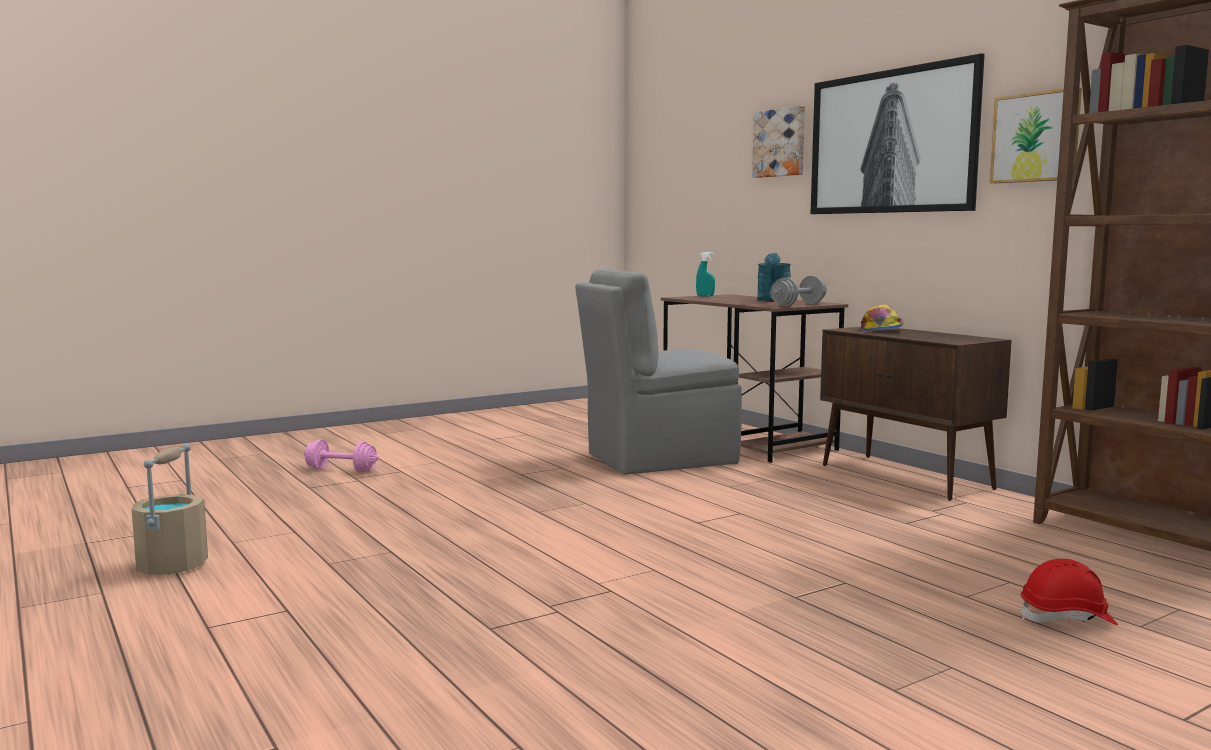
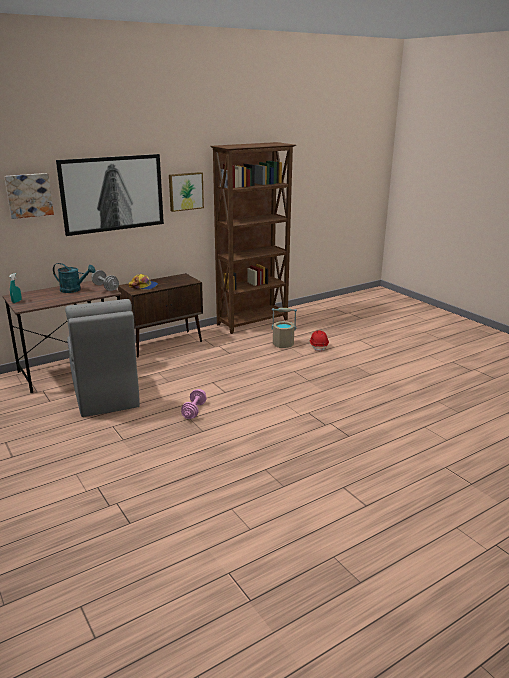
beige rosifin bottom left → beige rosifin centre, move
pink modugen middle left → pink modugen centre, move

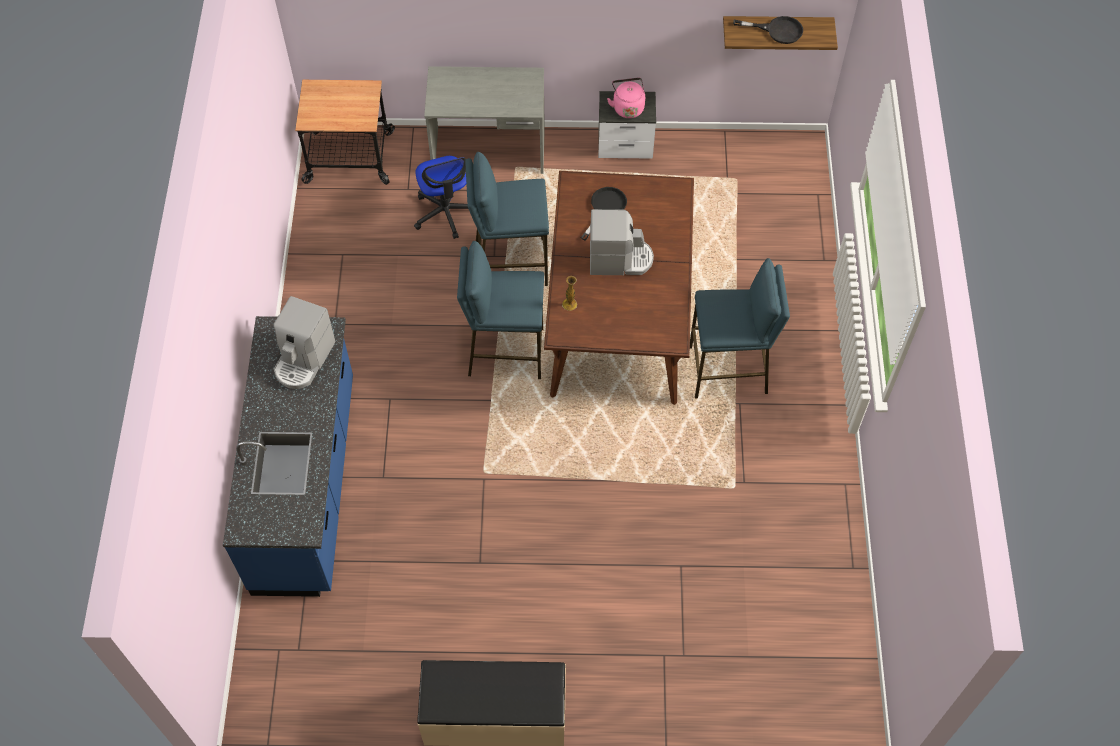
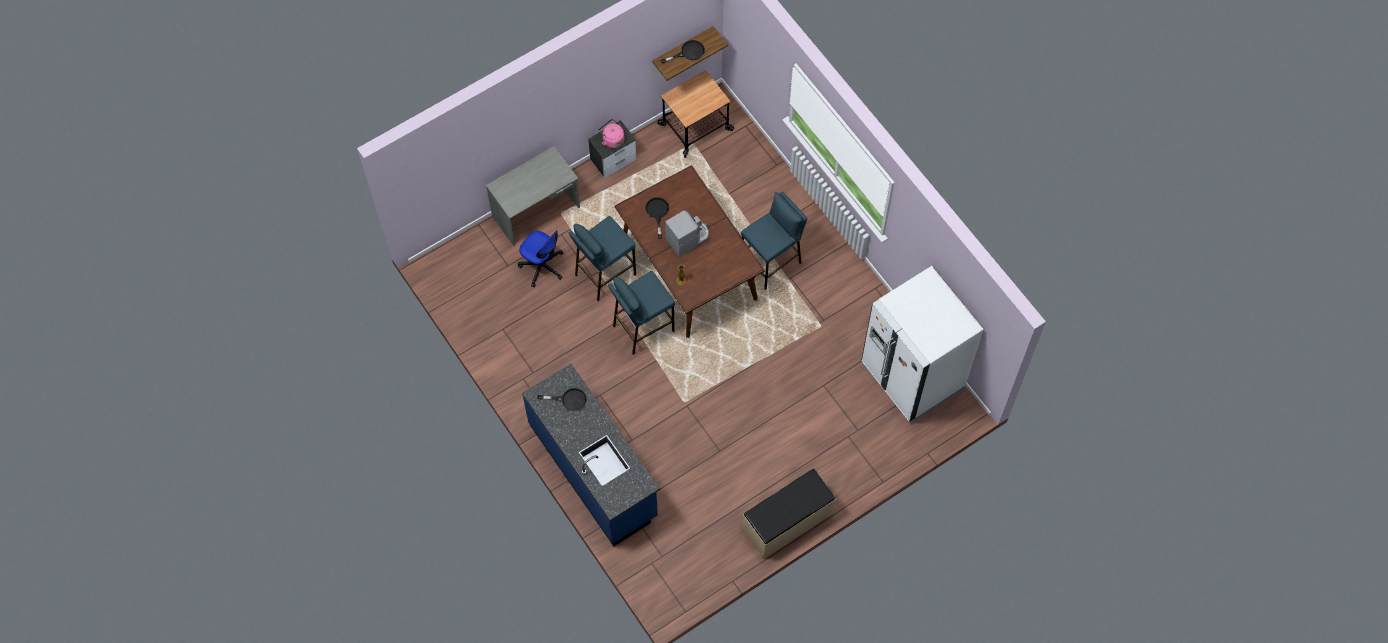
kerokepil (1st from left) middle left → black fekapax (1st from left) centre
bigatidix top left → bigatidix top centre, move
- → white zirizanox centre

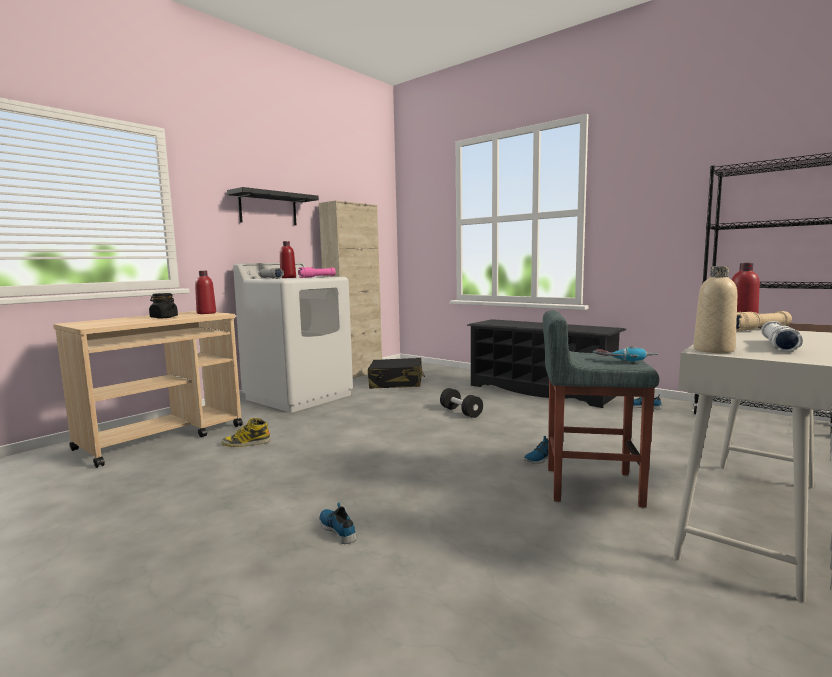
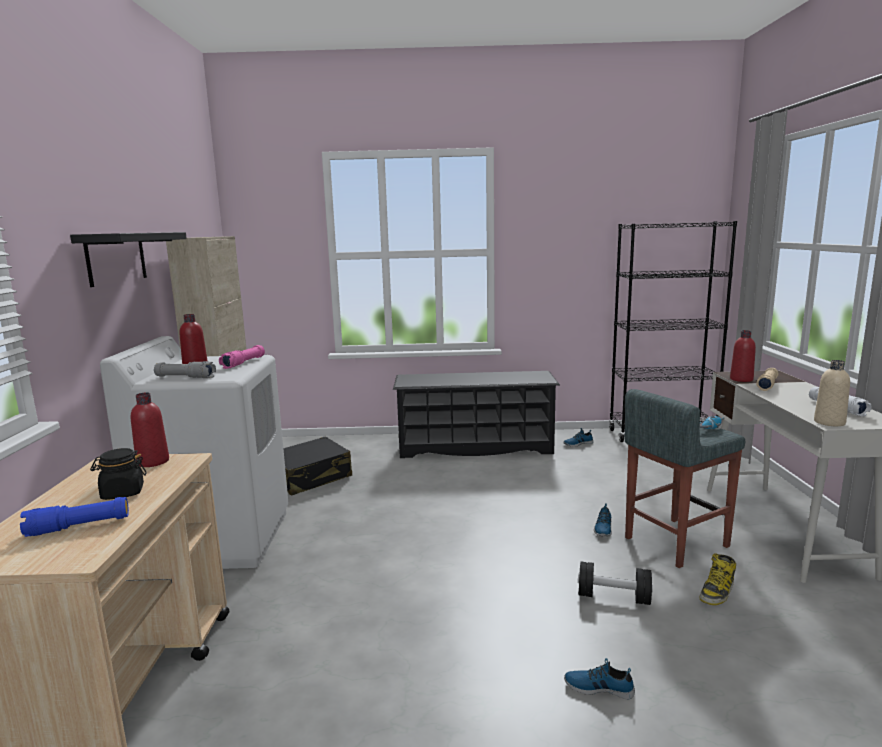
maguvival middle left → maguvival bottom right, move
black modugen centre → black modugen bottom right, move
- → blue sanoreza bottom left

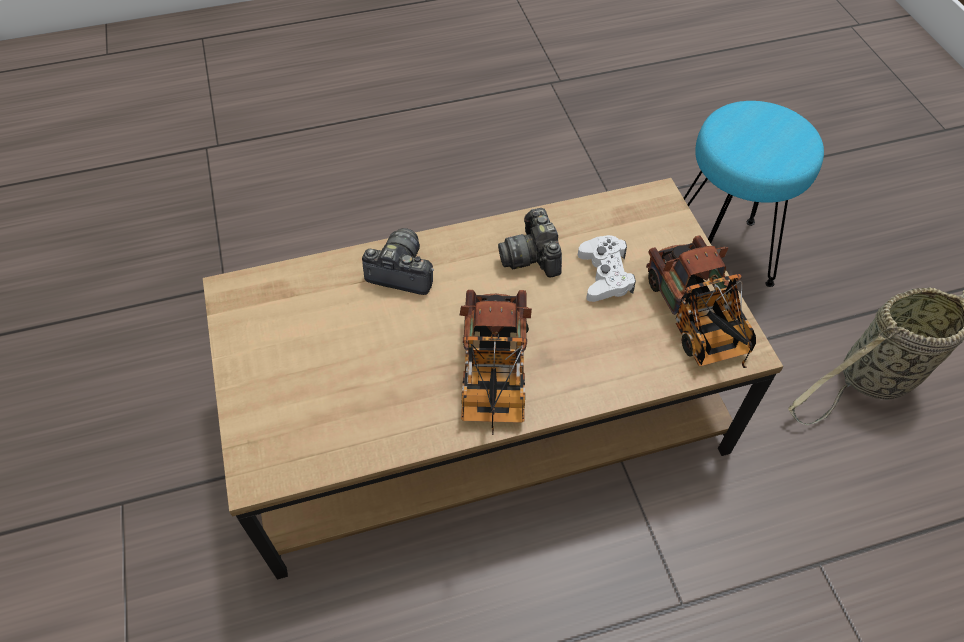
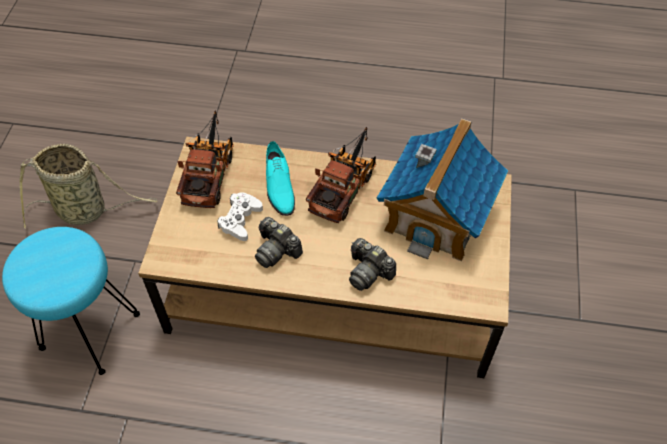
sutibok (2nd from left in the first image) centre → sutibok (1st from left) centre, 120 degrees clockwise
- → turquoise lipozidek centre
- → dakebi centre

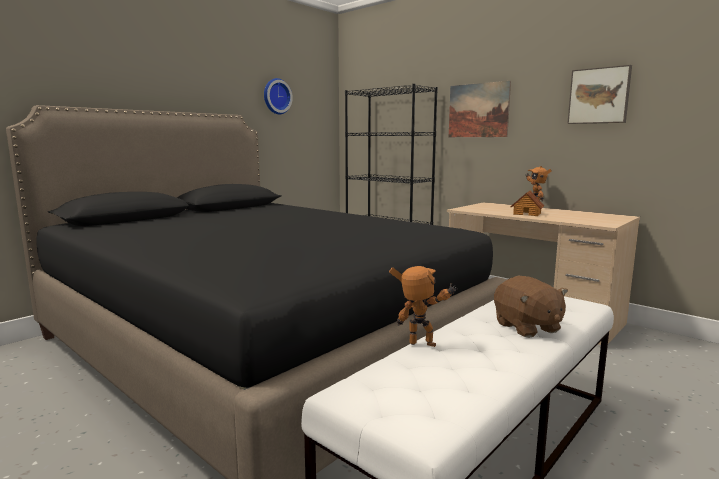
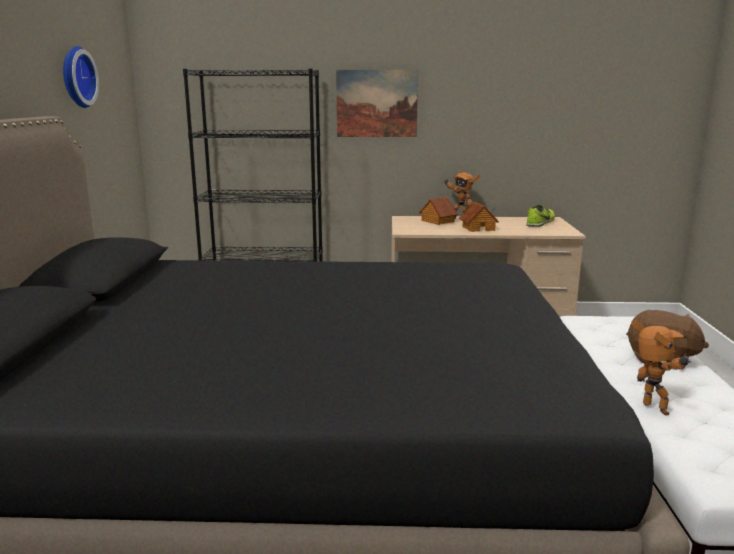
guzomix (1st from left in the first image) centre → guzomix (2nd from left) middle right, 90 degrees clockwise
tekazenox (2nd from left) top right → -
- → dakebi (1st from left) centre
- → lipozidek middle right

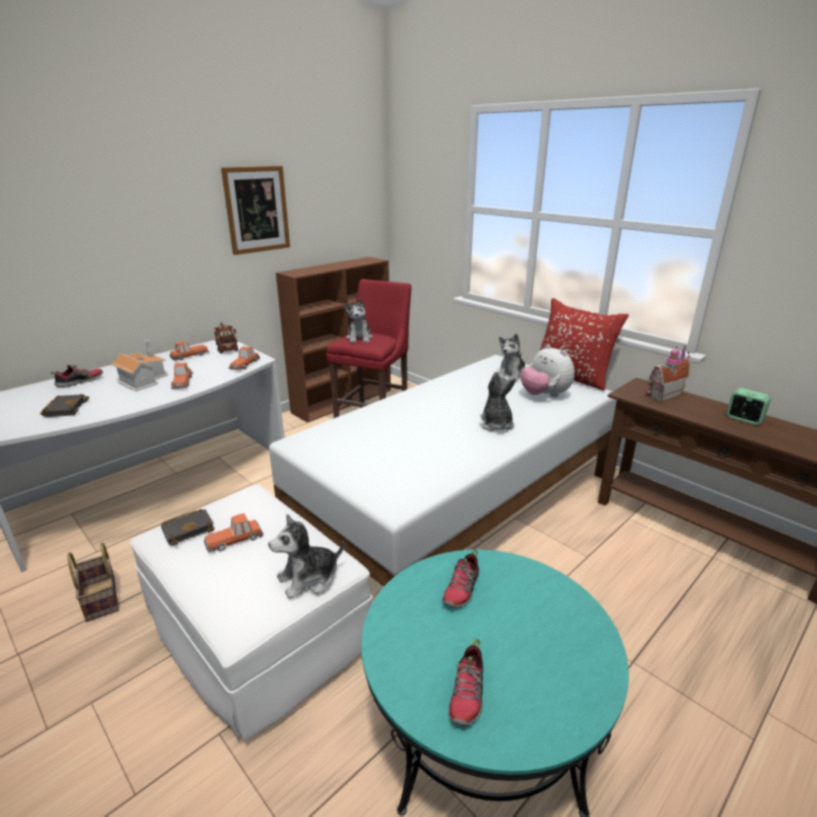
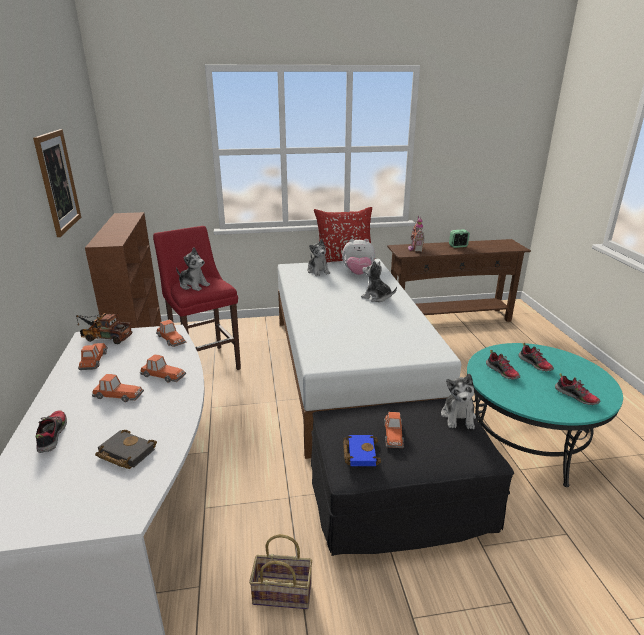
dakebi (1st from left) middle left → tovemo (2nd from left) middle left
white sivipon bottom left → black sivipon bottom centre
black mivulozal (2nd from left) middle left → blue mivulozal bottom centre
- → lipozidek (3rd from left) middle right

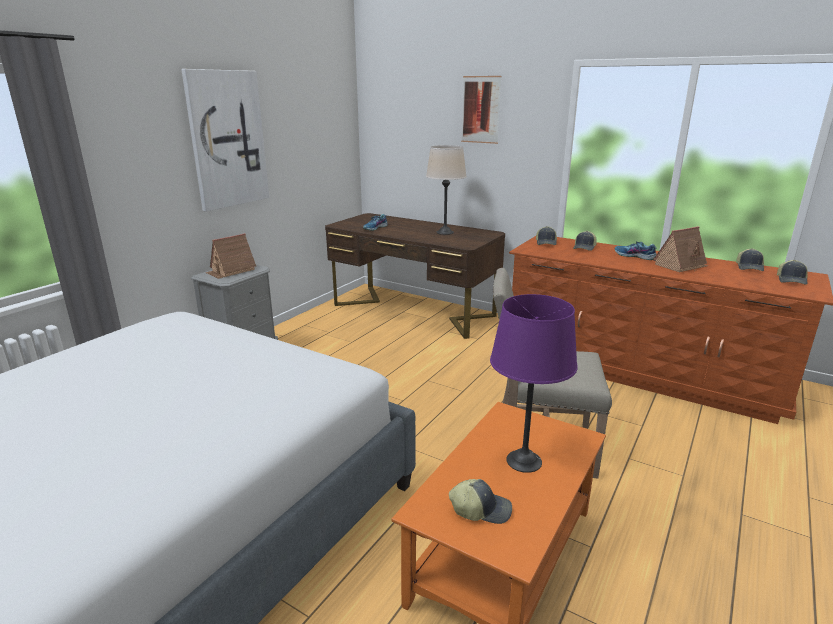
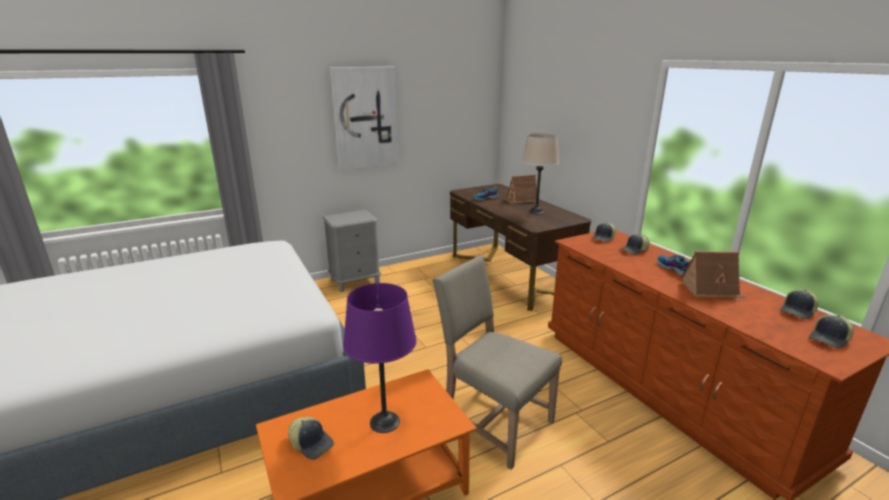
dakebi (1st from left) middle left → dakebi (1st from left) centre, move
tekazenox (2nd from left) top centre → -

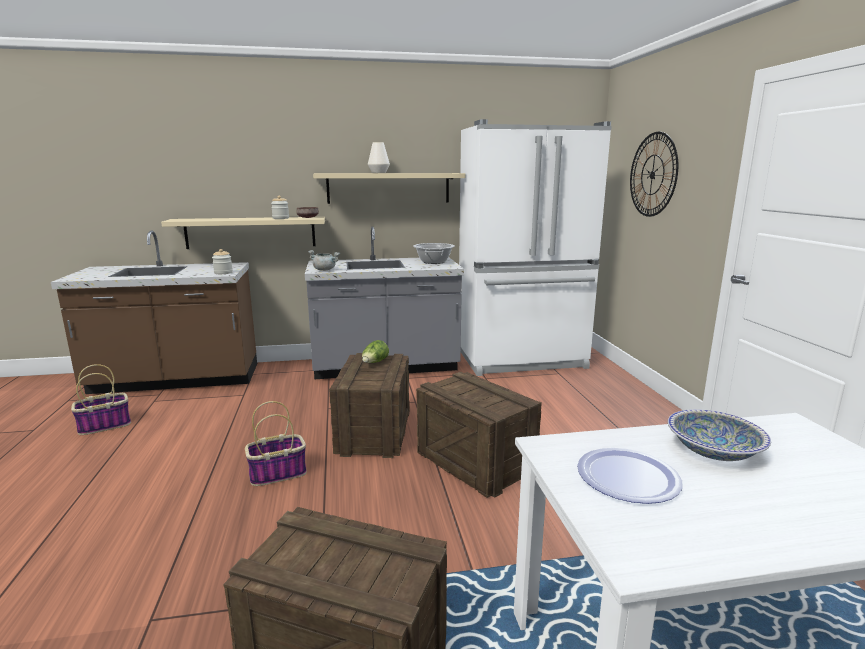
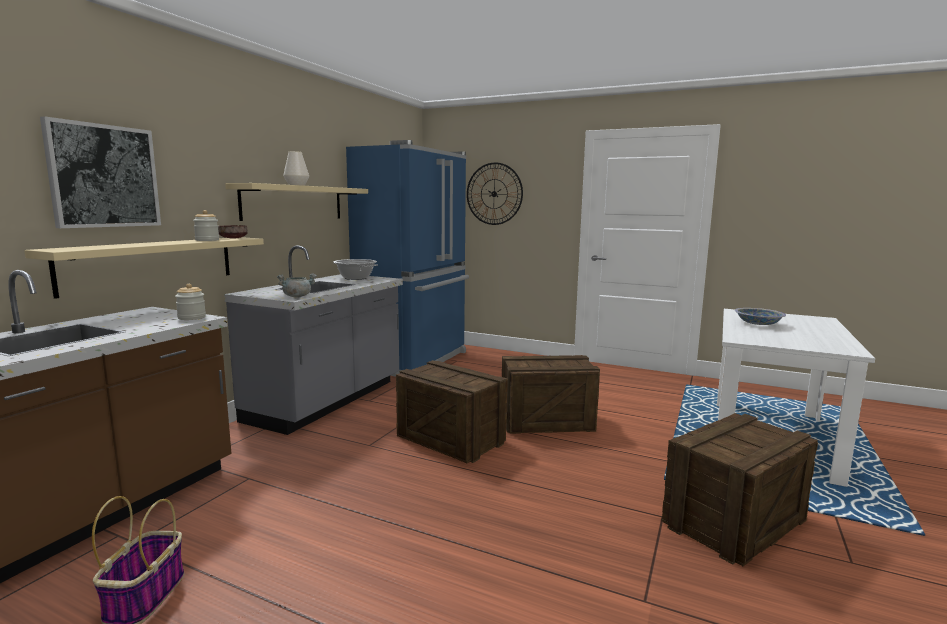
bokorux (2nd from left) bottom left → -
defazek centre → -
white zirizanox centre → blue zirizanox centre
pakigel bottom right → -
- → tekazenox top left

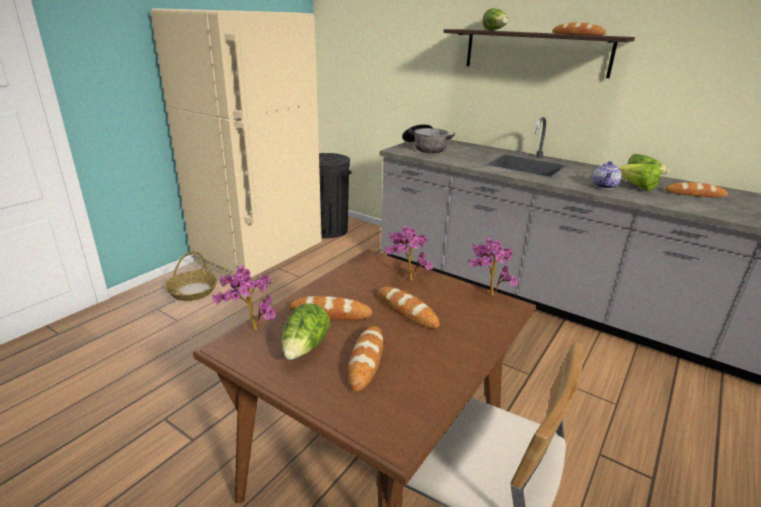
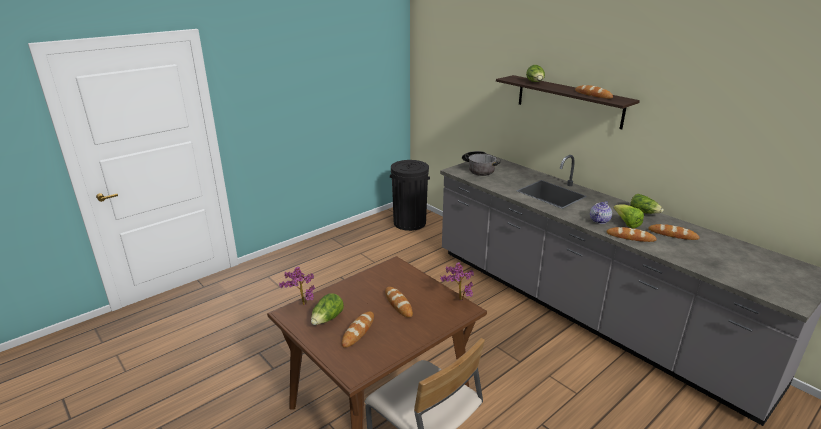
beige zirizanox top left → -
bokorux middle left → -
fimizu (1st from left in the first image) centre → fimizu (4th from left) middle right, move
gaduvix (2nd from left) centre → -

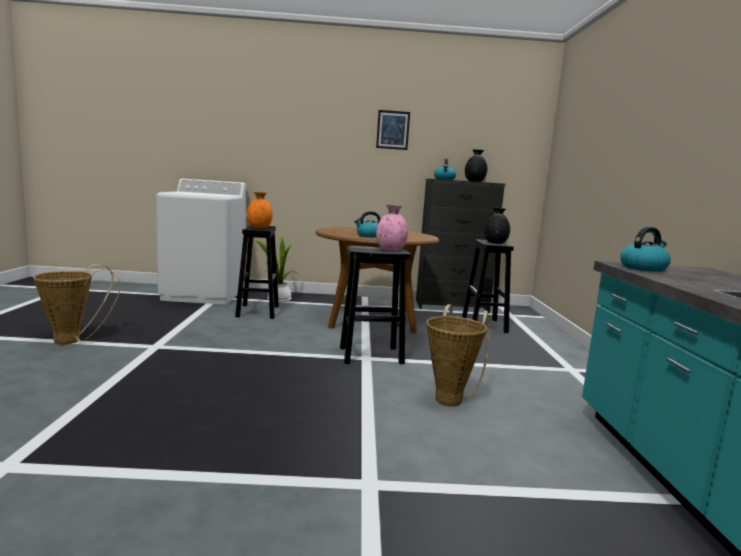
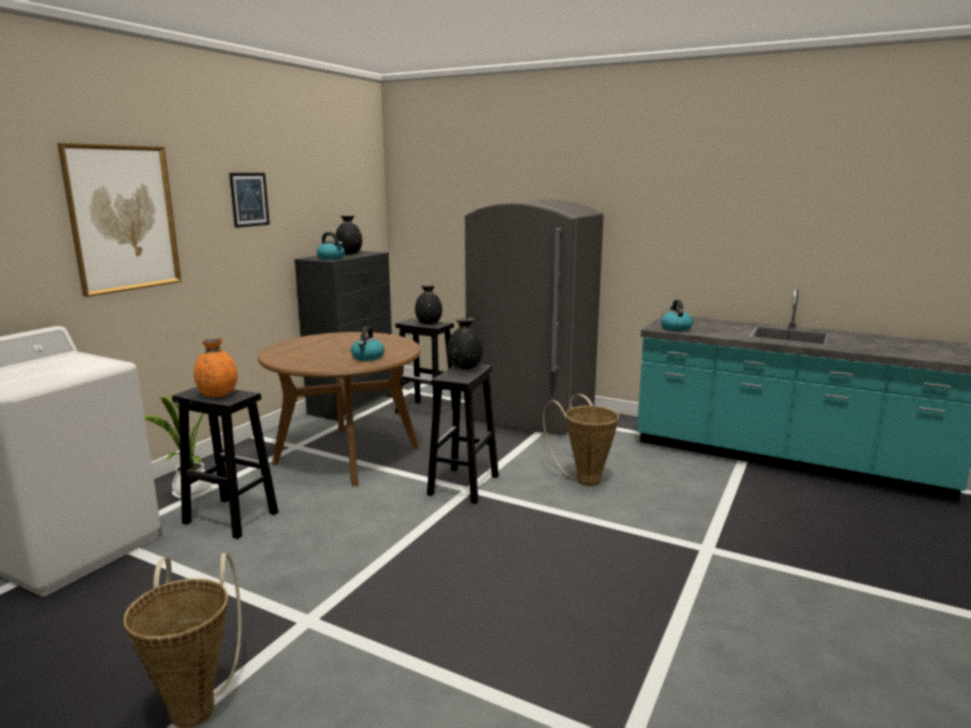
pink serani centre → black serani (3rd from left) centre
- → tekazenox (1st from left) top left
- → grey zirizanox centre

